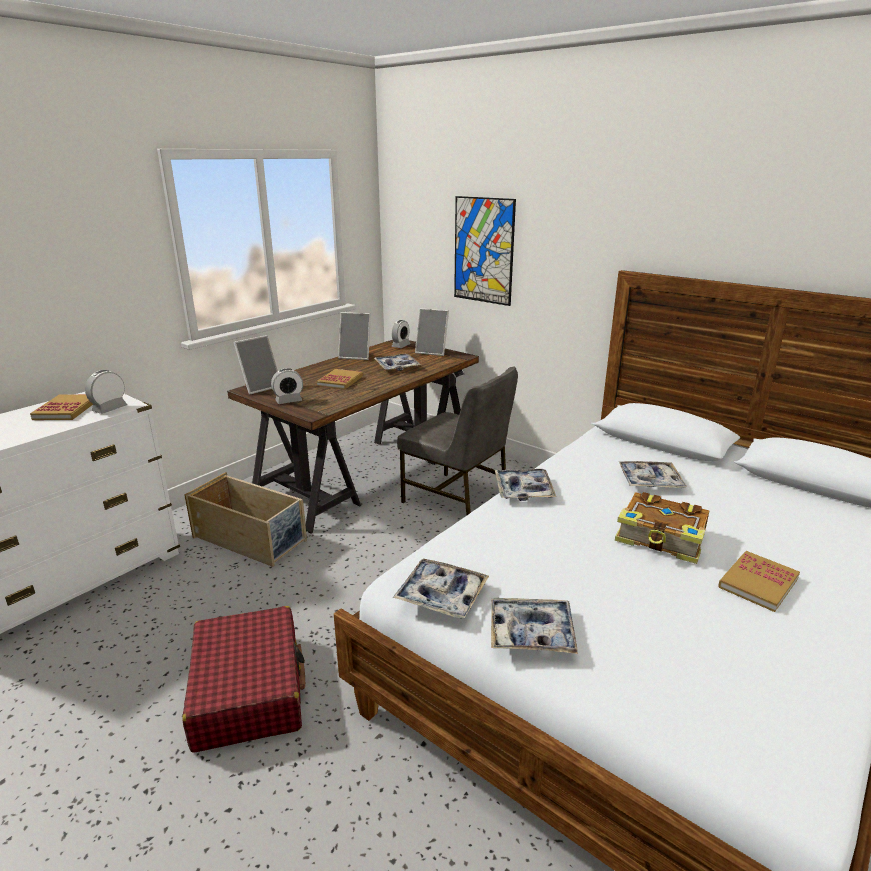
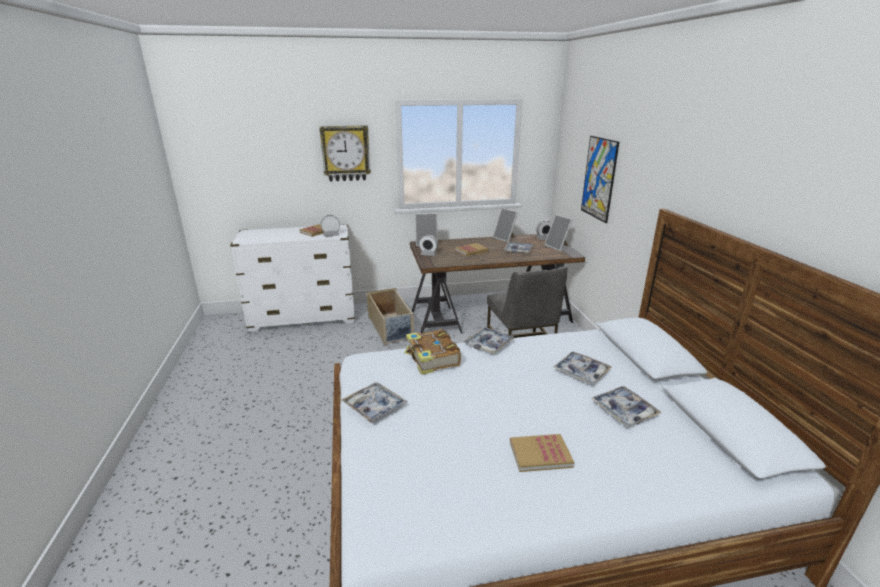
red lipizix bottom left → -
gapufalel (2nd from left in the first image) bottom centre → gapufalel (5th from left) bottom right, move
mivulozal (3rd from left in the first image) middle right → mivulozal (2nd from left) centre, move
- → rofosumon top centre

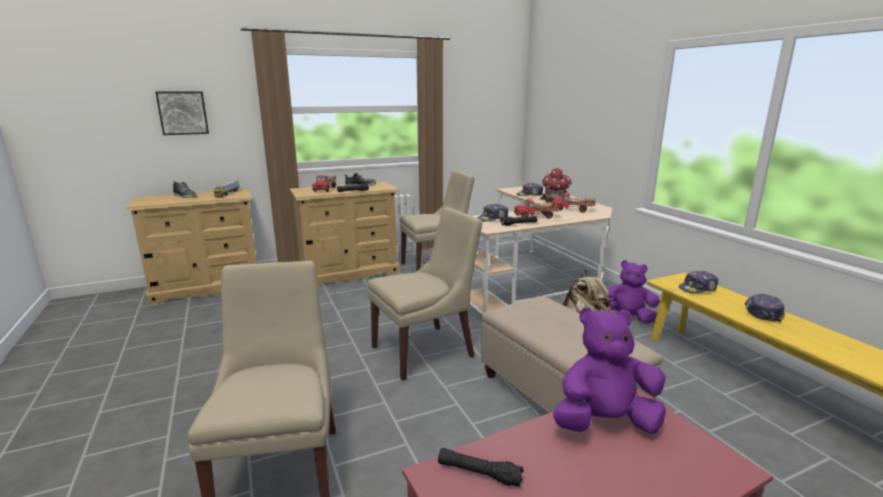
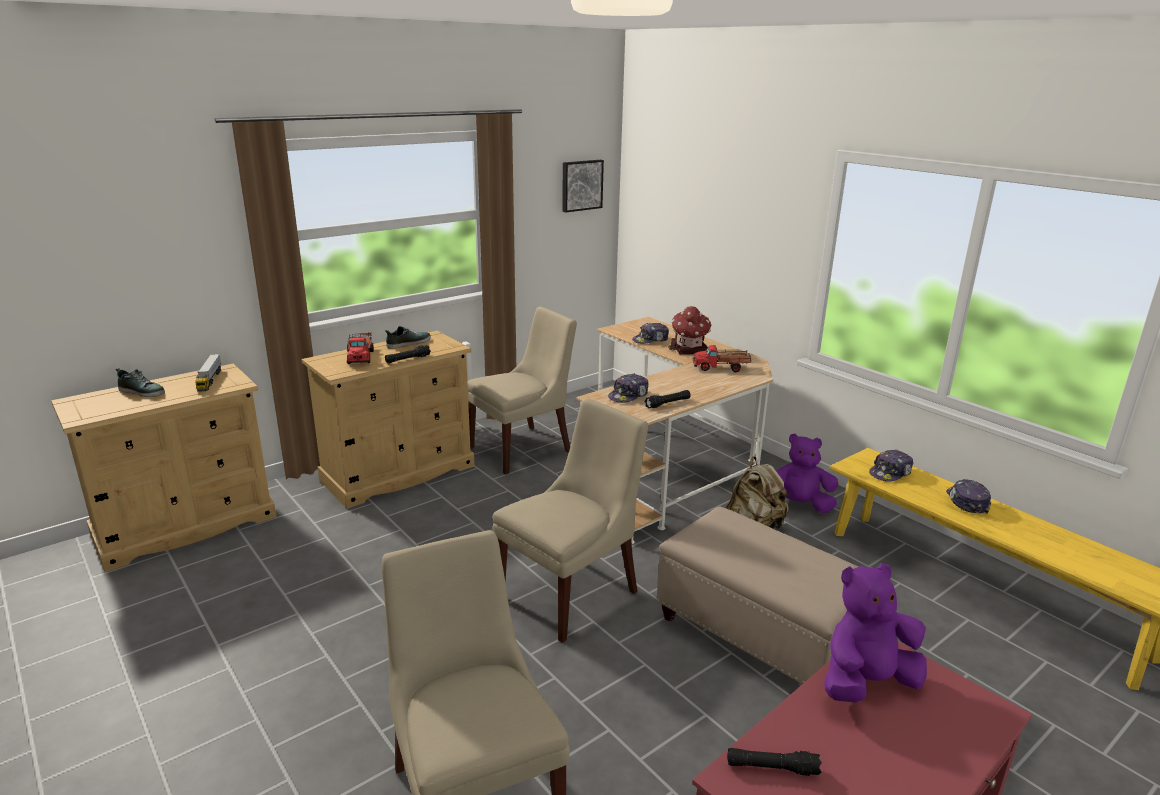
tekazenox top left → tekazenox top centre, move
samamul (3rd from left) centre → -

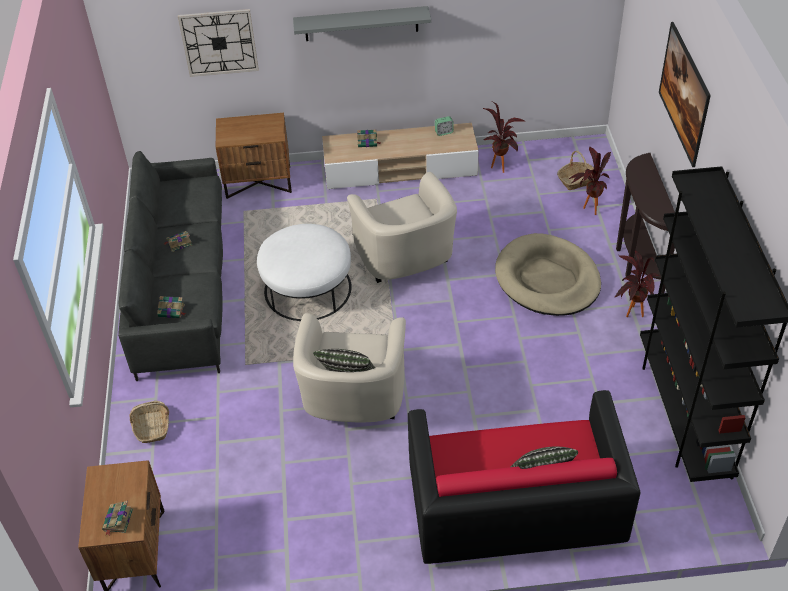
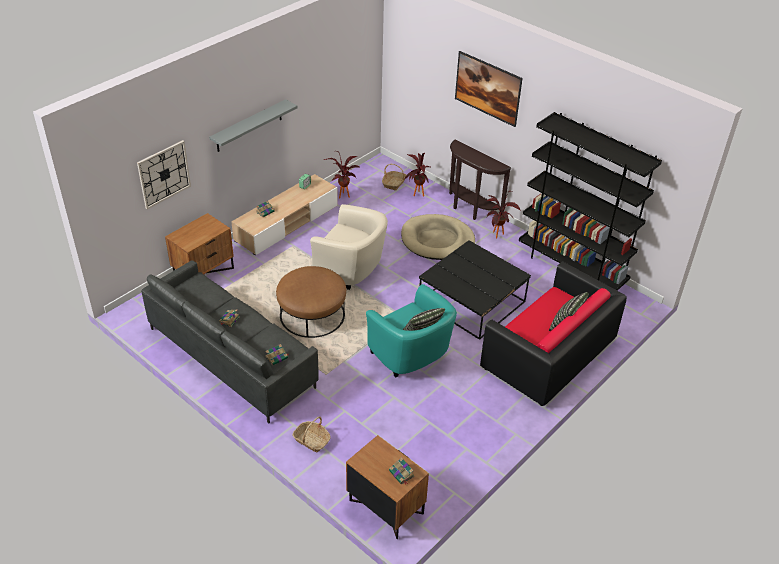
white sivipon centre → brown sivipon centre
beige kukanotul (1st from left) centre → turquoise kukanotul centre
- → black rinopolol centre

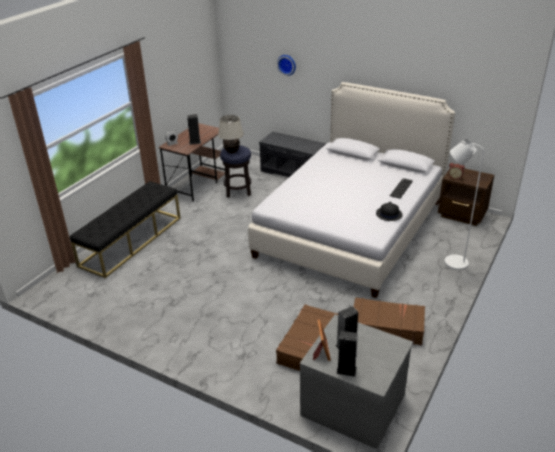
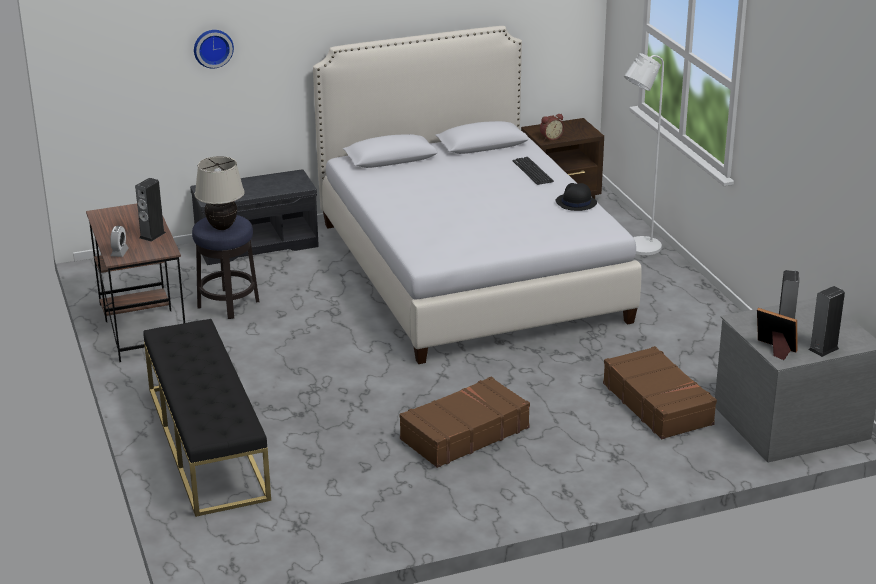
brown lipizix (2nd from left in the first image) bottom right → brown lipizix (1st from left) bottom centre, move

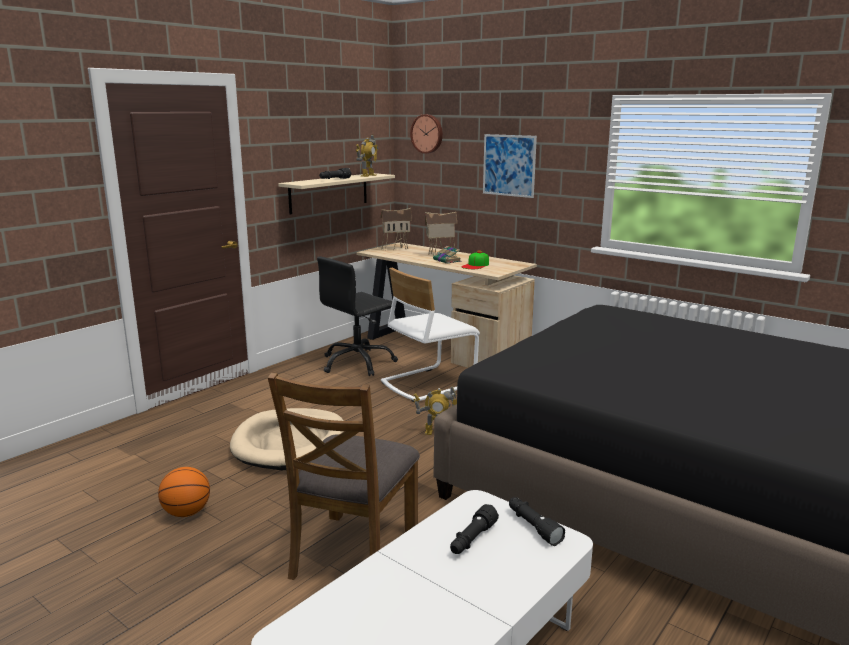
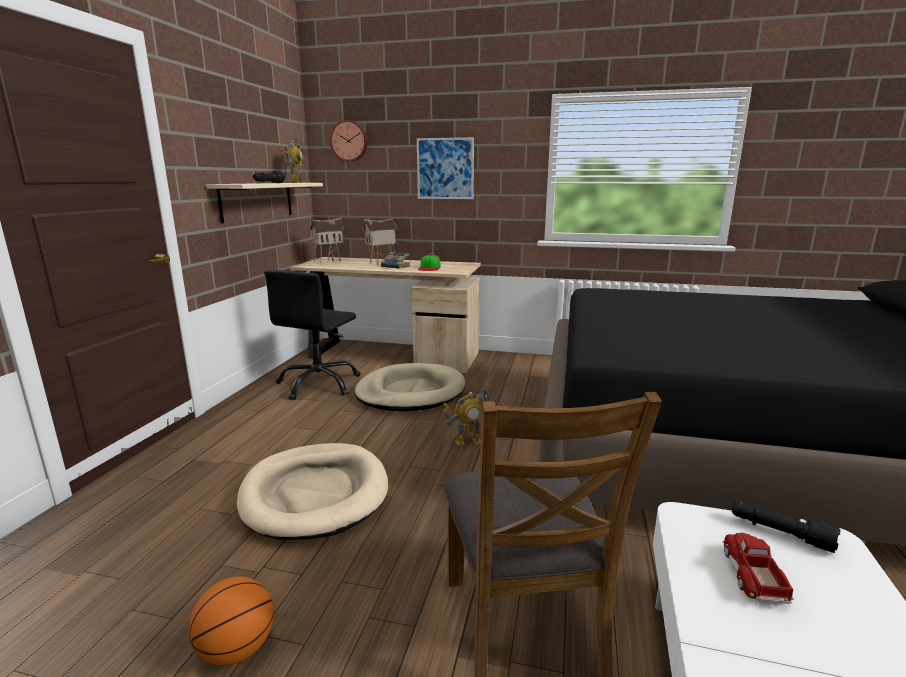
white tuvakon centre → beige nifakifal (2nd from left) centre
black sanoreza (2nd from left) bottom centre → samamul bottom right

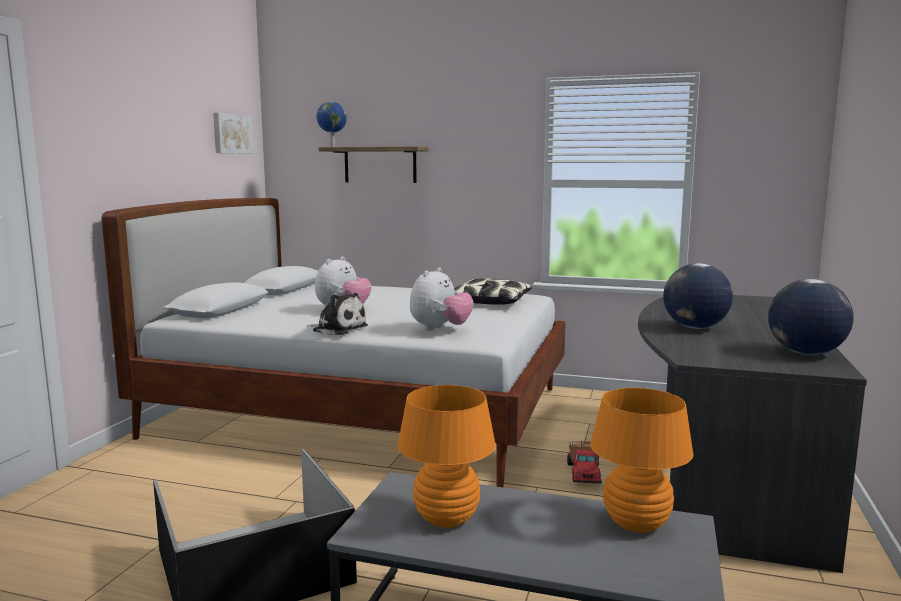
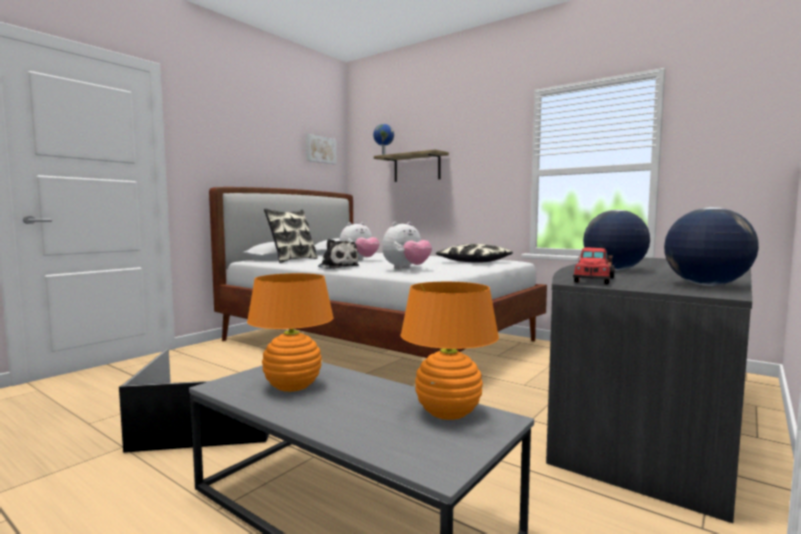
samamul bottom centre → samamul middle right, move
- → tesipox (1st from left) centre

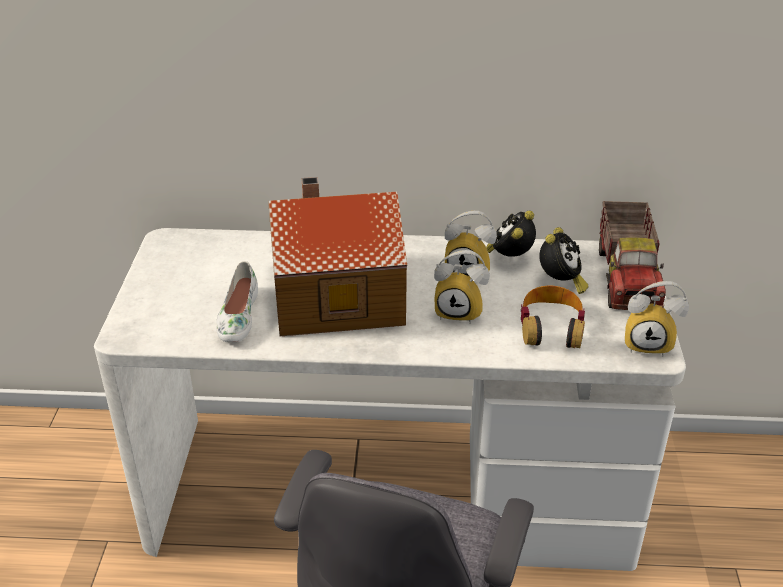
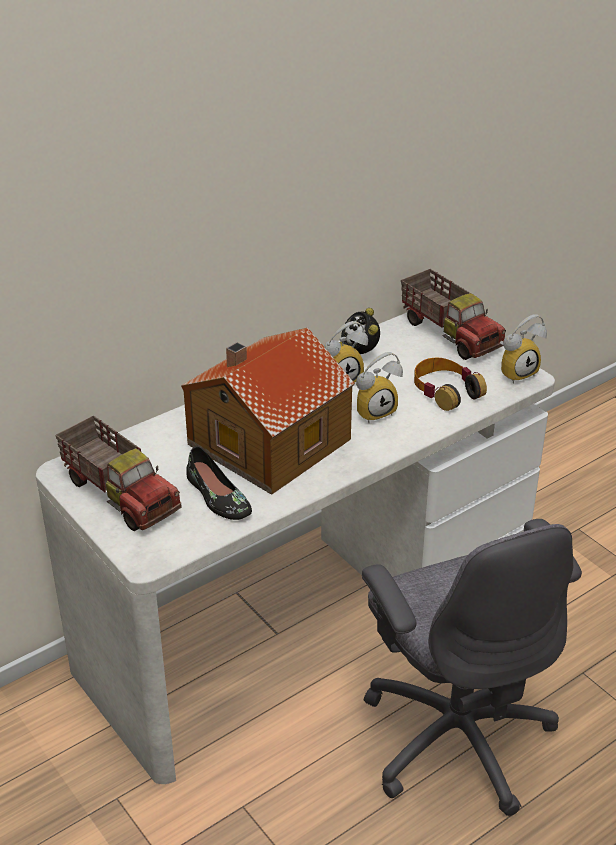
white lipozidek middle left → black lipozidek centre
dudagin (4th from left) middle right → -
- → samamul (1st from left) middle left

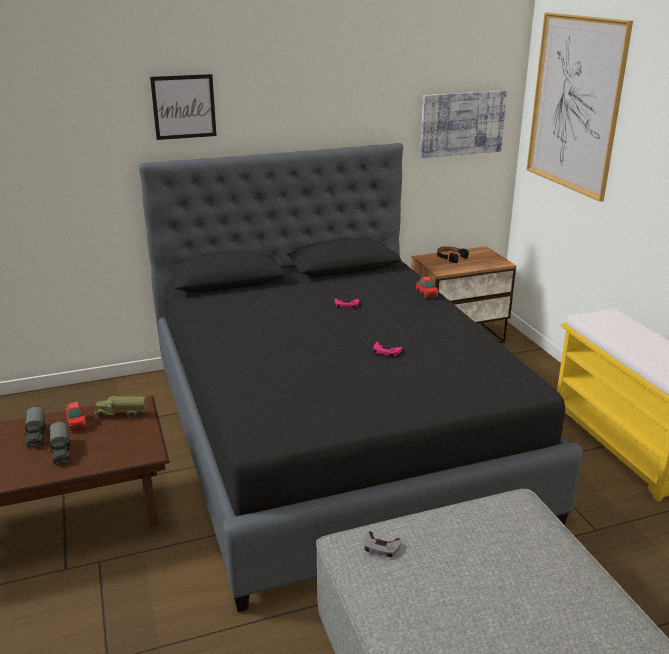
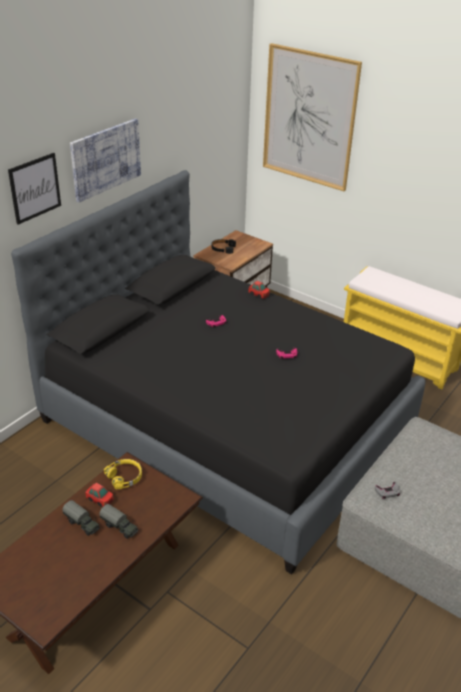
samamul (3rd from left) middle left → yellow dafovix bottom left
tekazenox (2nd from left) top right → tekazenox (2nd from left) top left, move

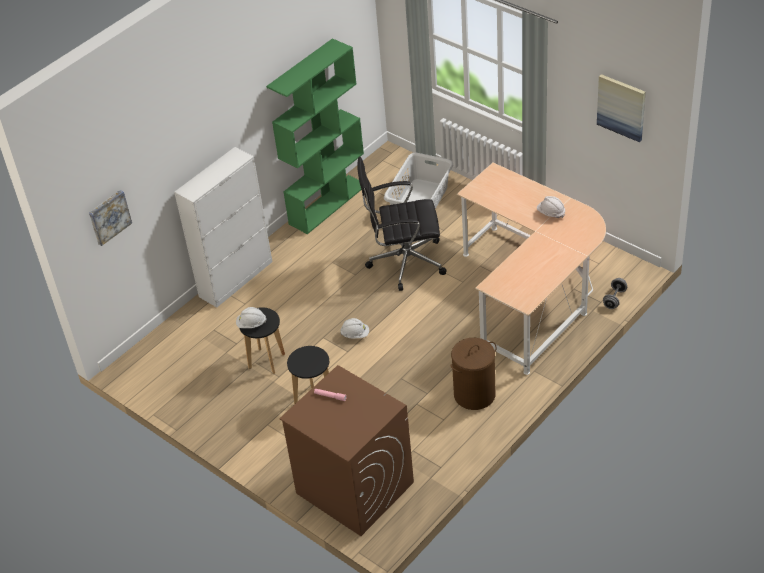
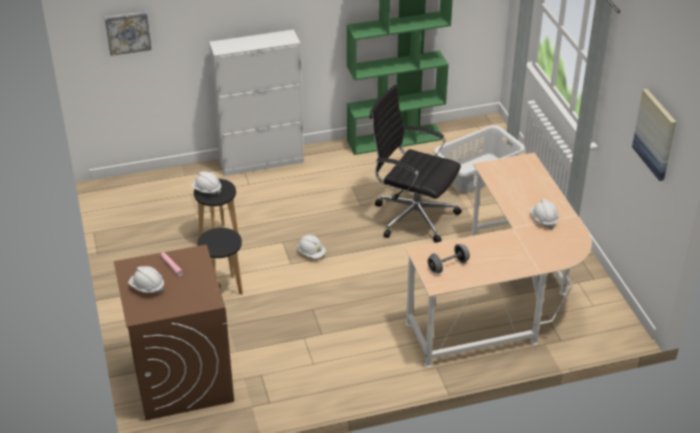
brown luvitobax centre → -
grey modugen middle right → grey modugen centre, move
- → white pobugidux (1st from left) middle left

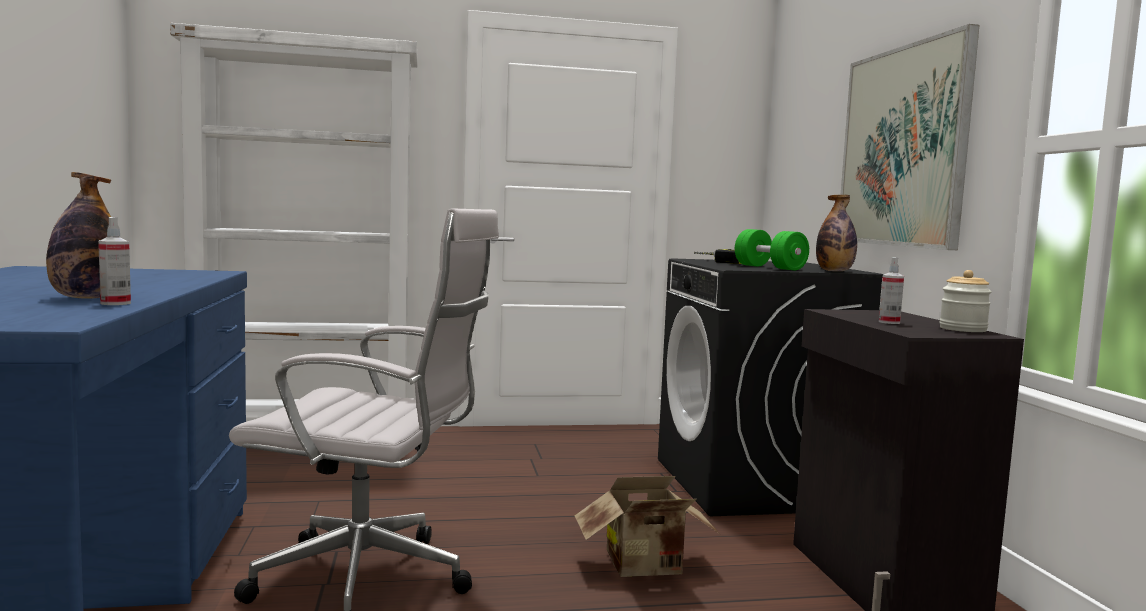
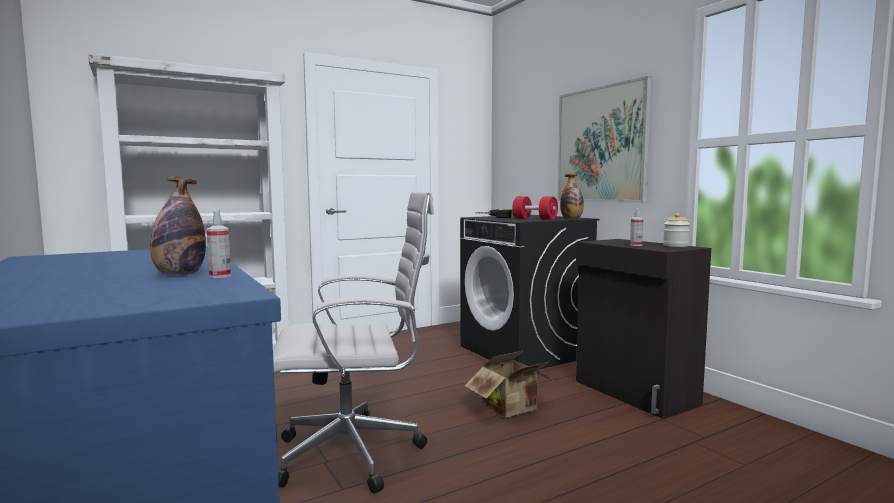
green modugen middle right → red modugen centre

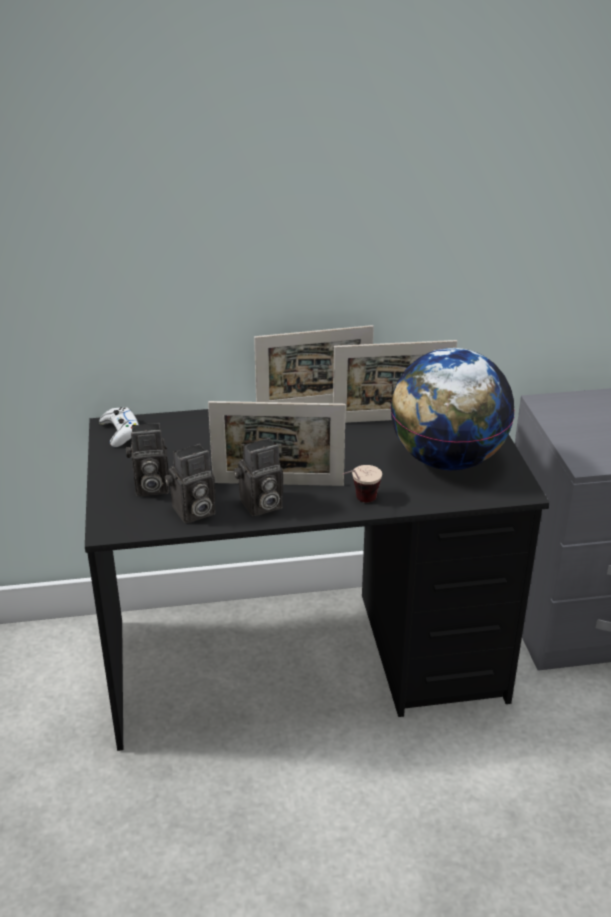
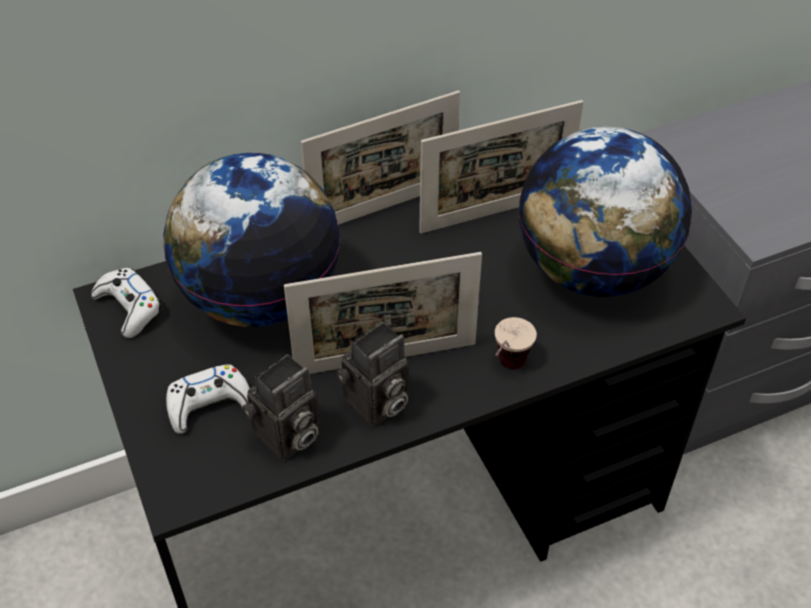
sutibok (1st from left) middle left → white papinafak (2nd from left) middle left
- → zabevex (1st from left) middle left

